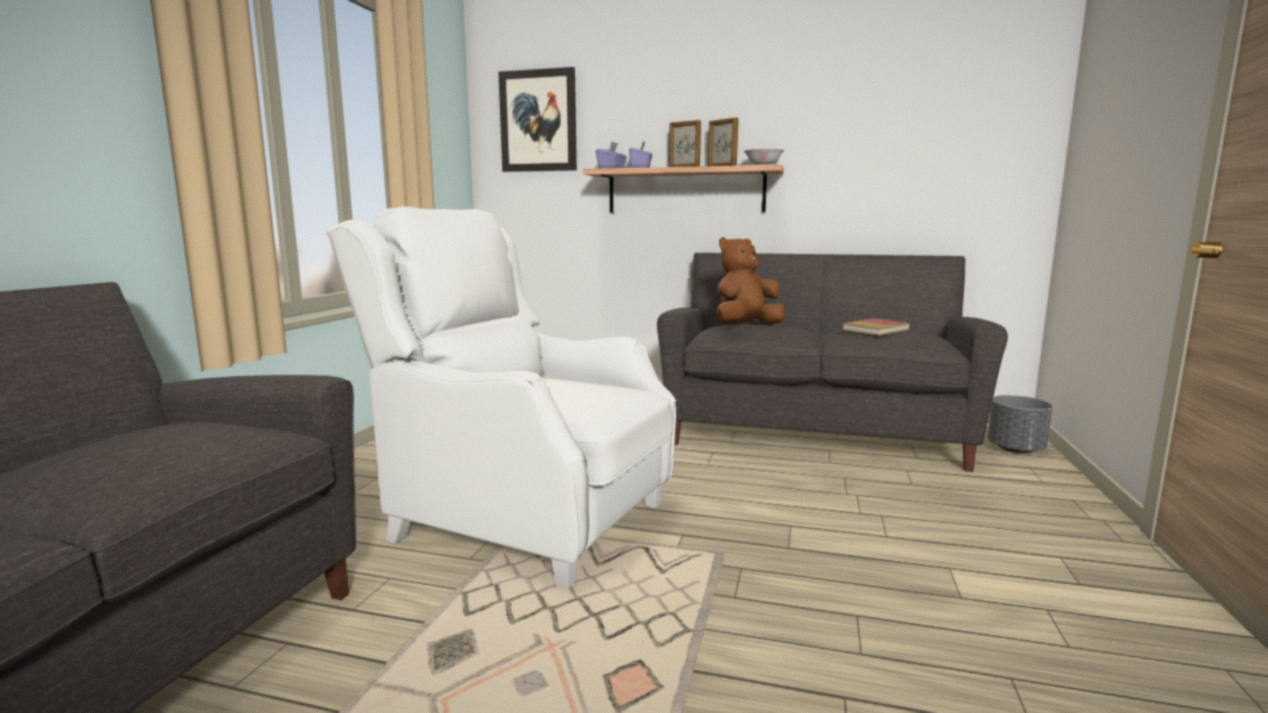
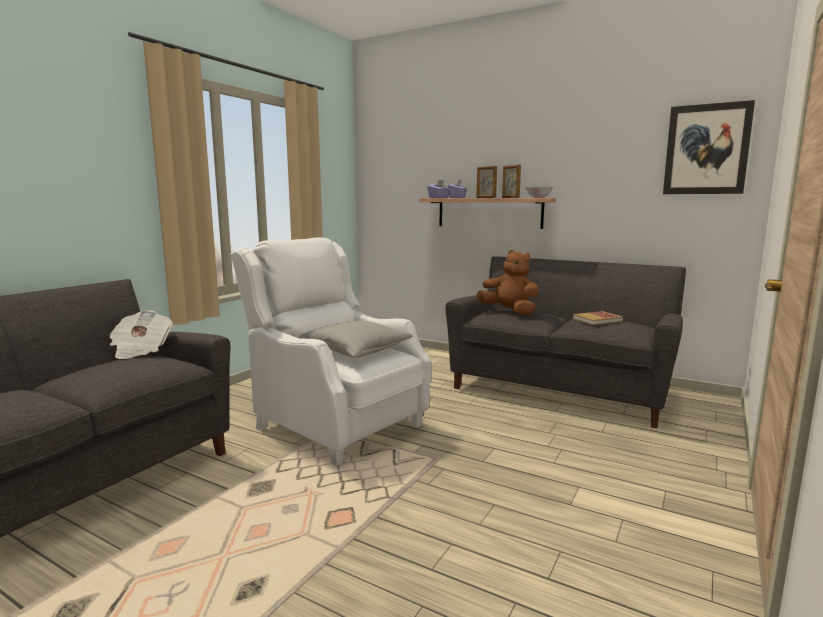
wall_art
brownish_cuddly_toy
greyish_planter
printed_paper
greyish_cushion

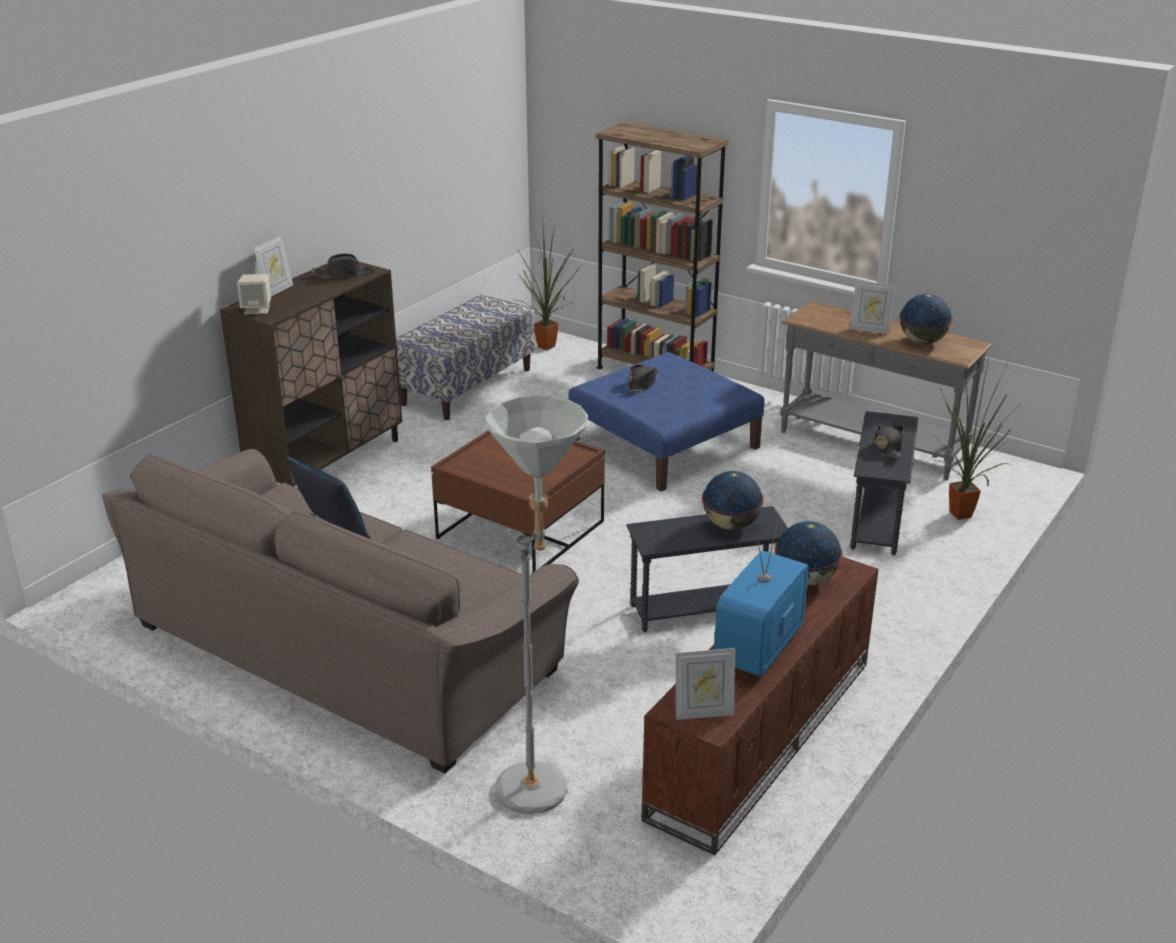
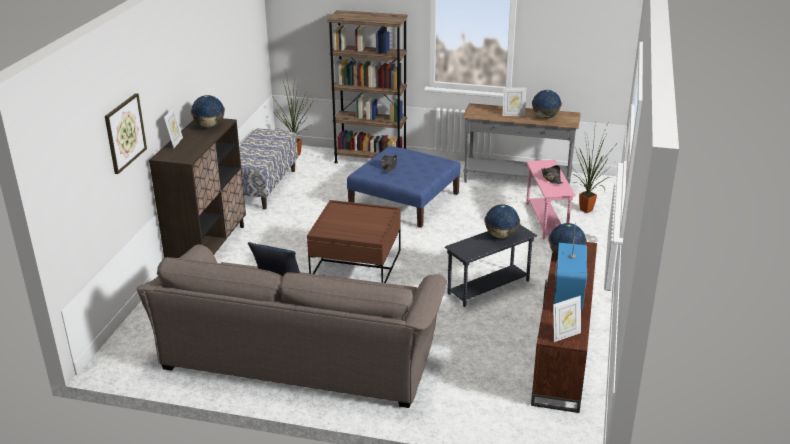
globe (1st from left)
beige_audio_speaker
greyish_floor_lamp
pinkish_side_table
wall_art

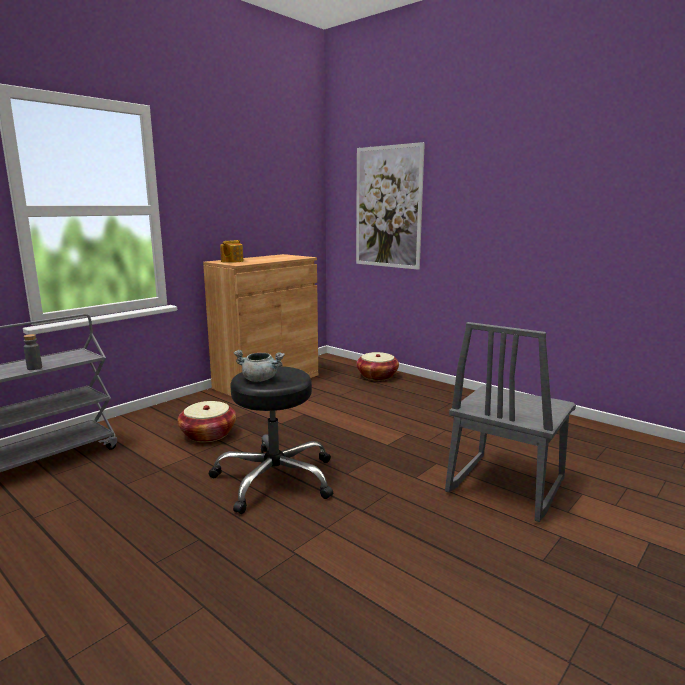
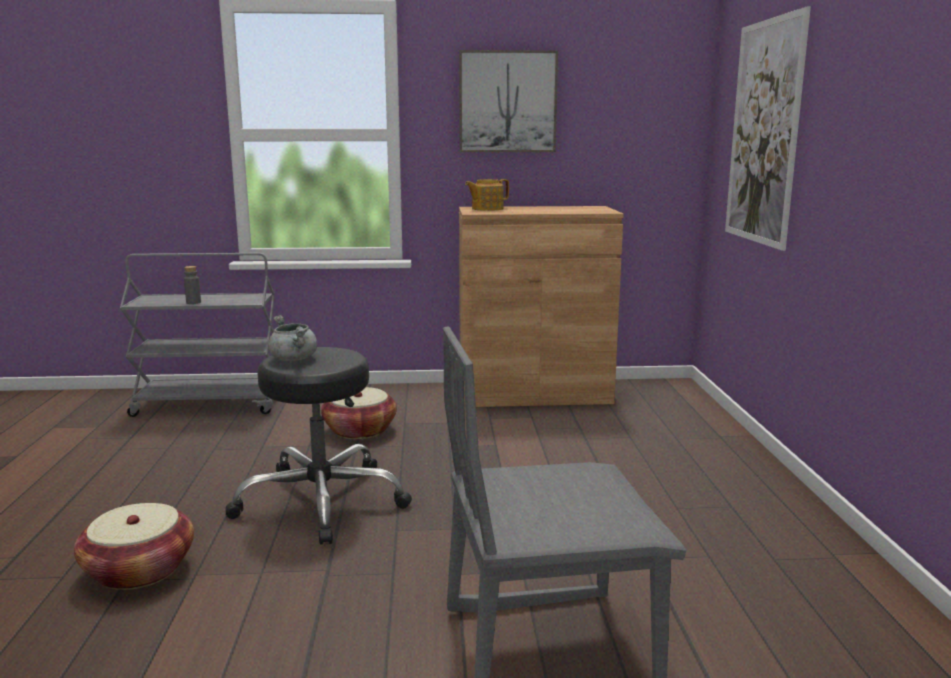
basket (1st from left)
wall_art (1st from left)

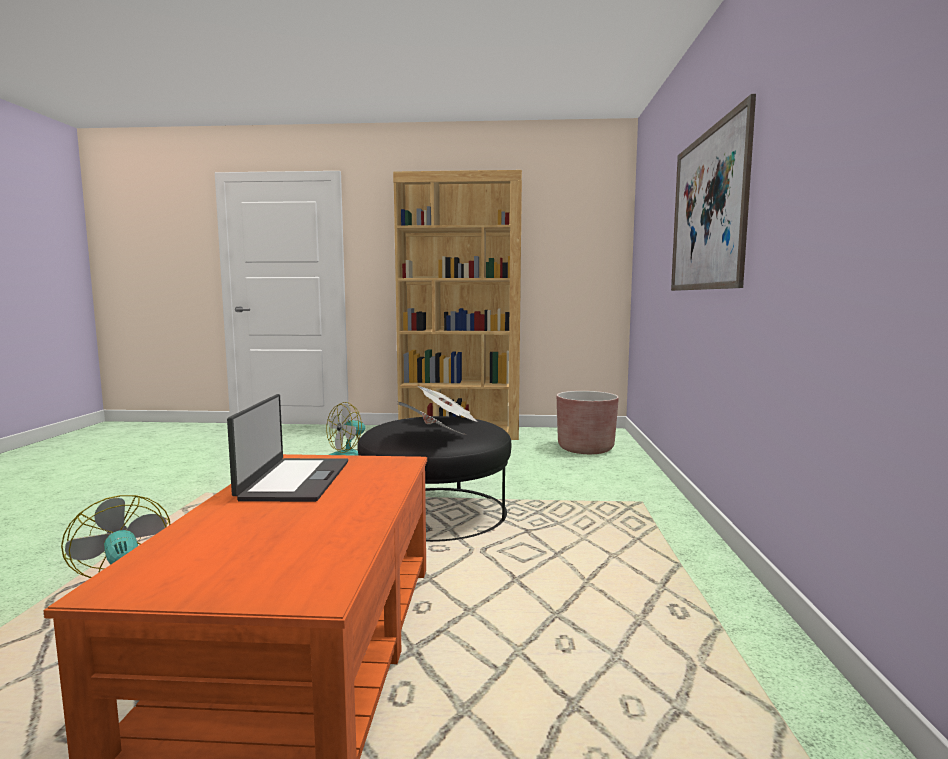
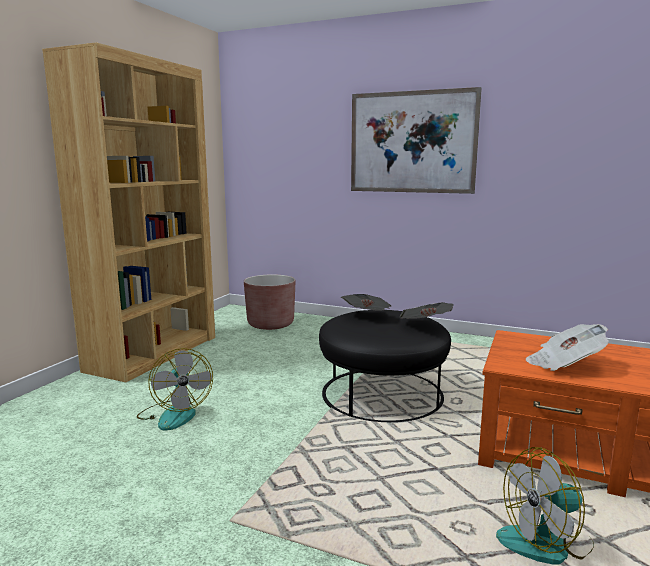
printed_paper (3rd from left)

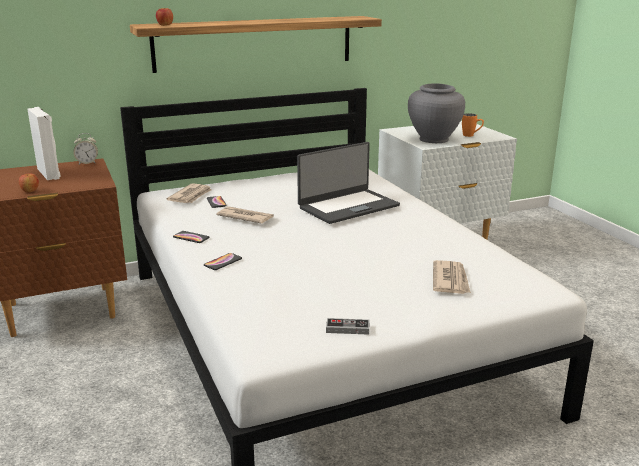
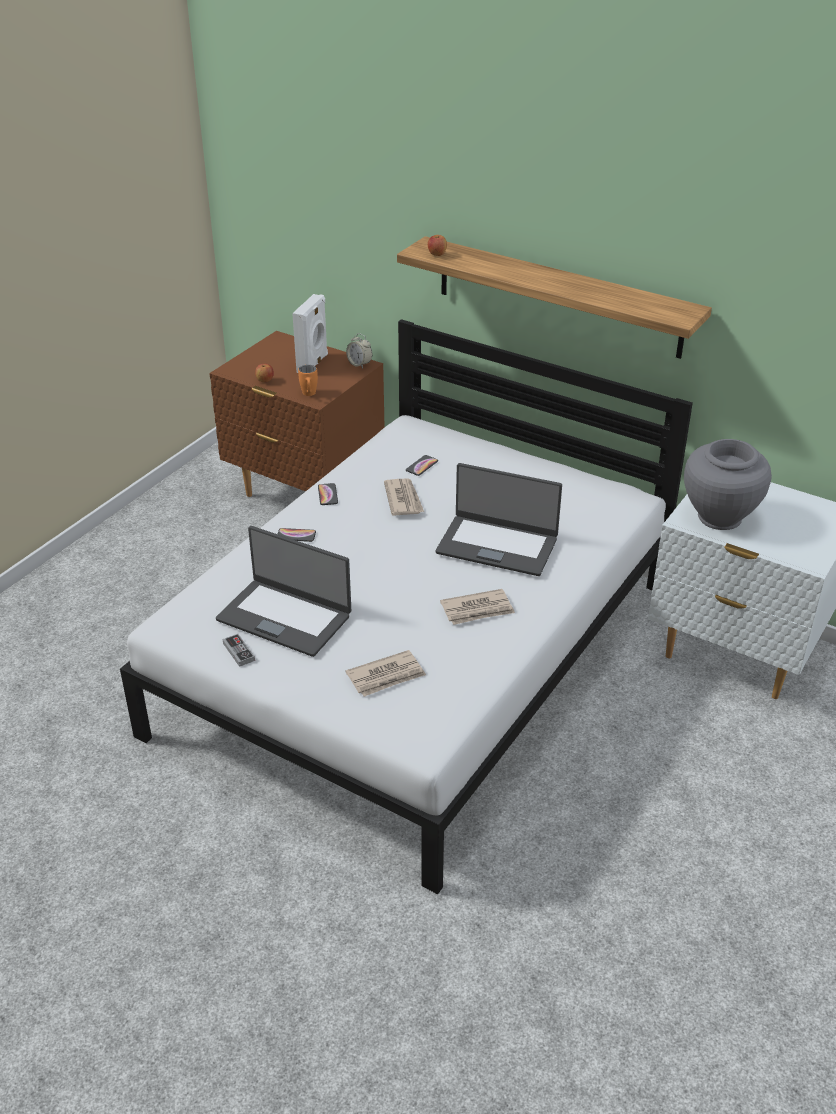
orange_mug
printed_paper (3rd from left)
portable_computer (1st from left)

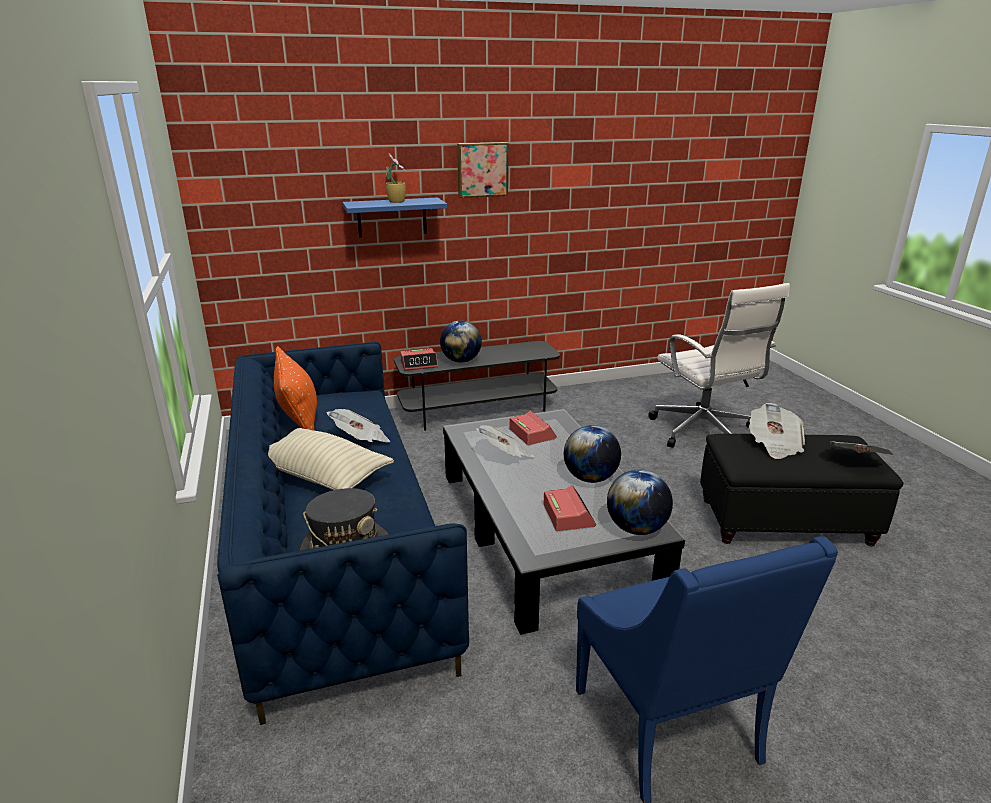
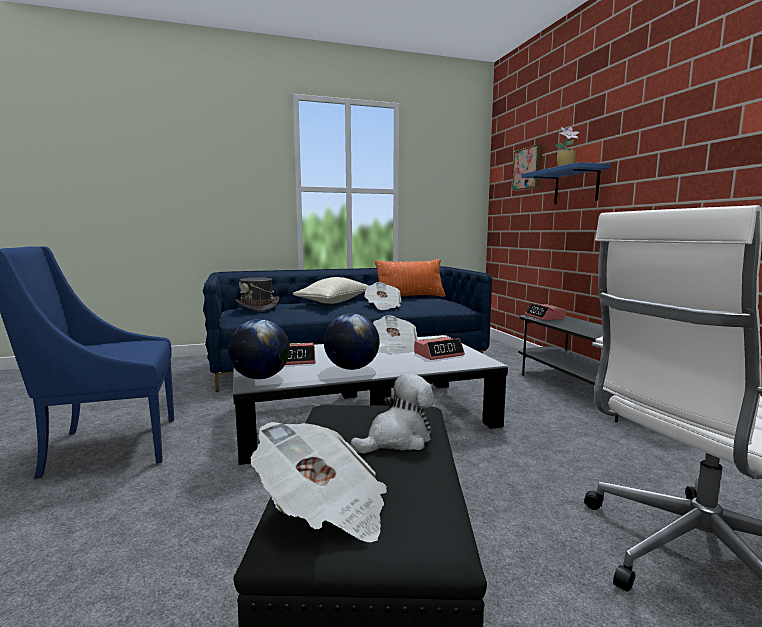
wall_art
globe (1st from left in the first image)
cuddly_toy

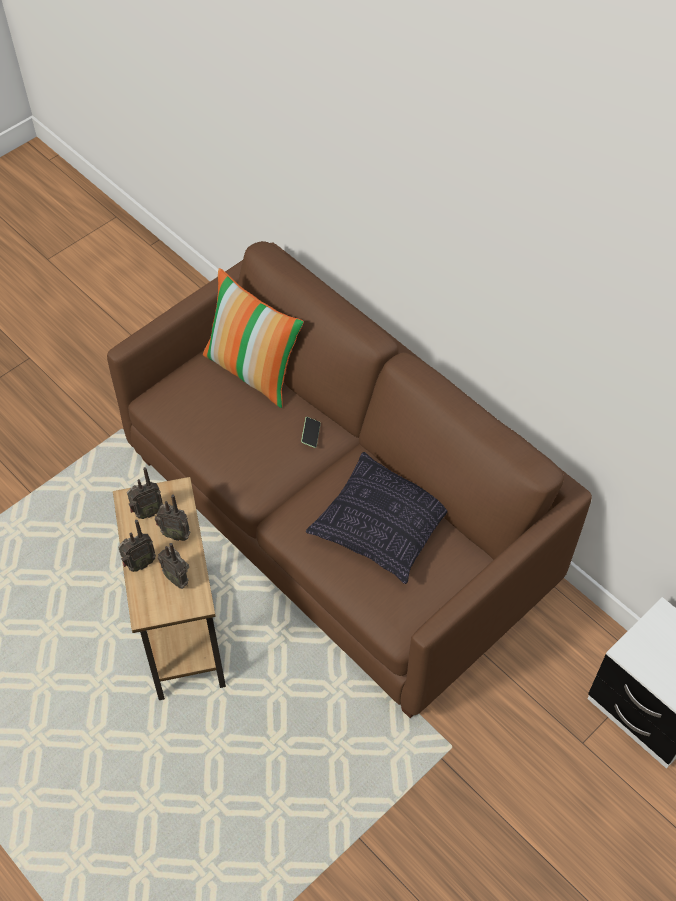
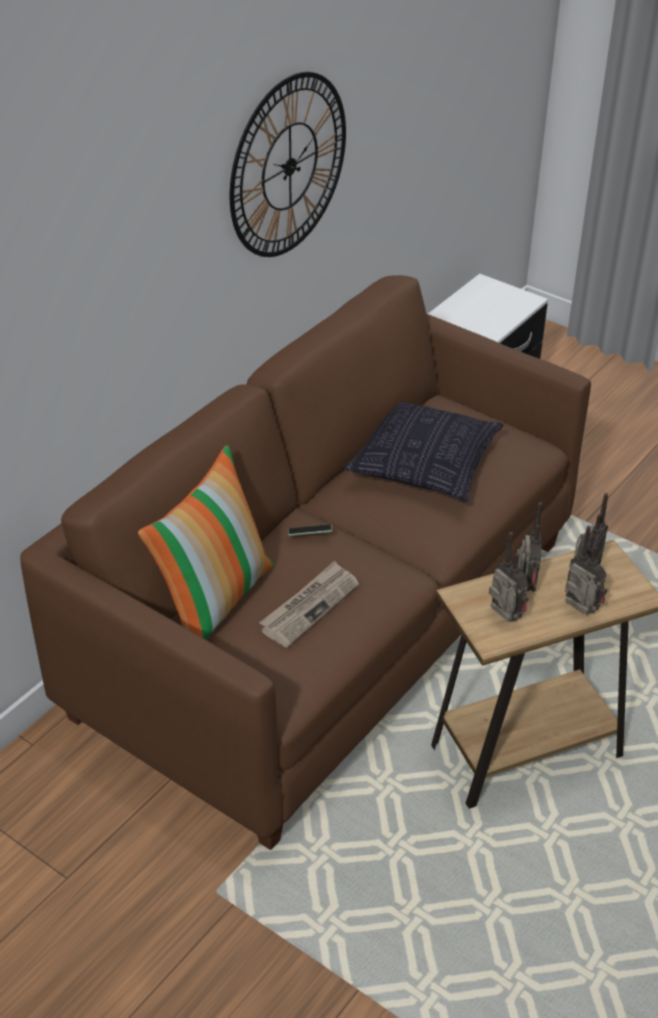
hanging_clock
printed_paper

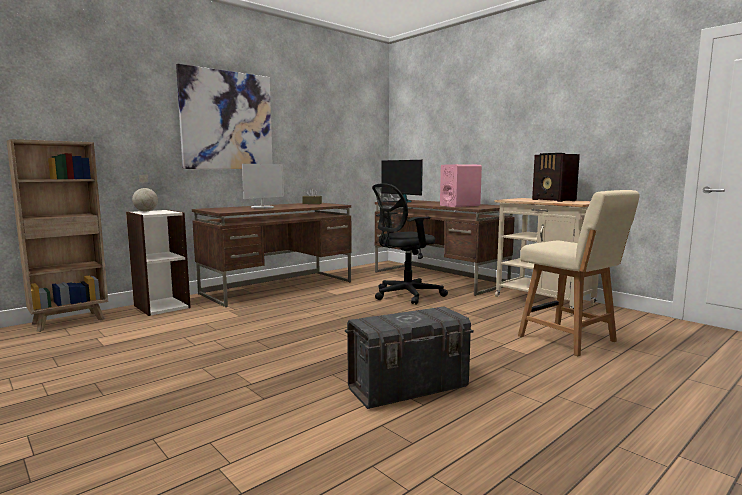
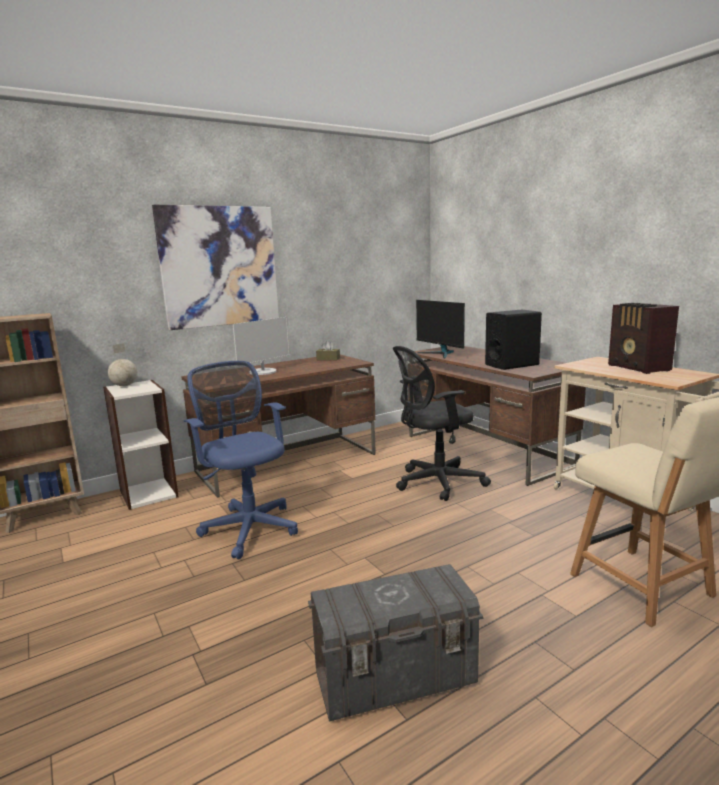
blackish_audio_speaker
blue_office_chair

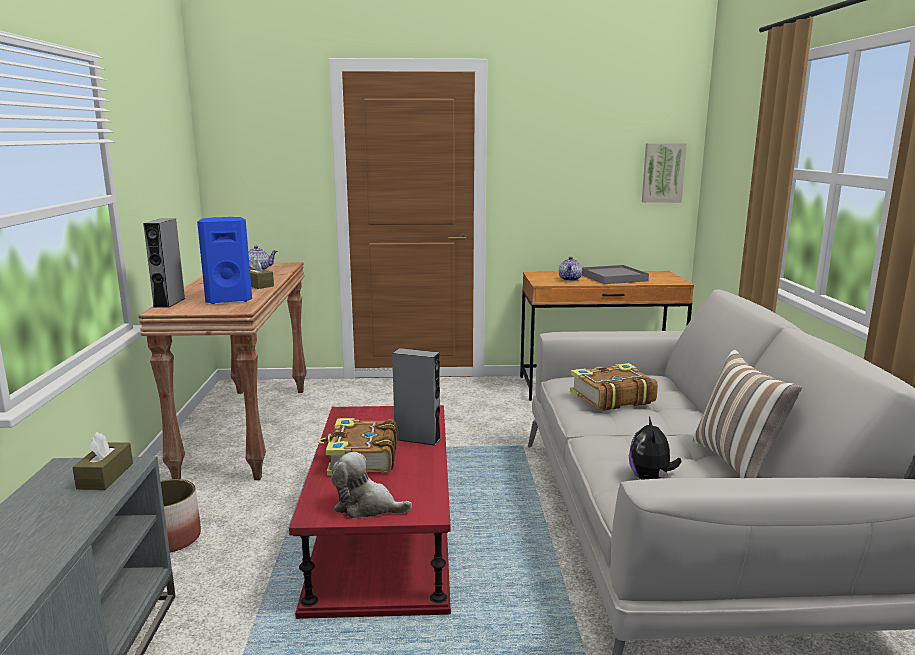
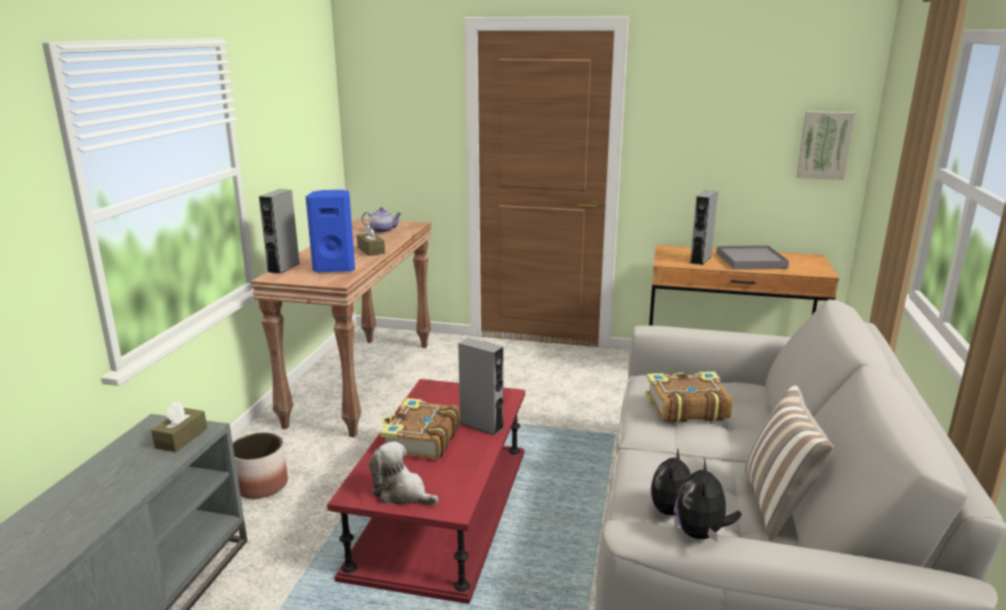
greyish_audio_speaker (3rd from left)
cuddly_toy (3rd from left)

